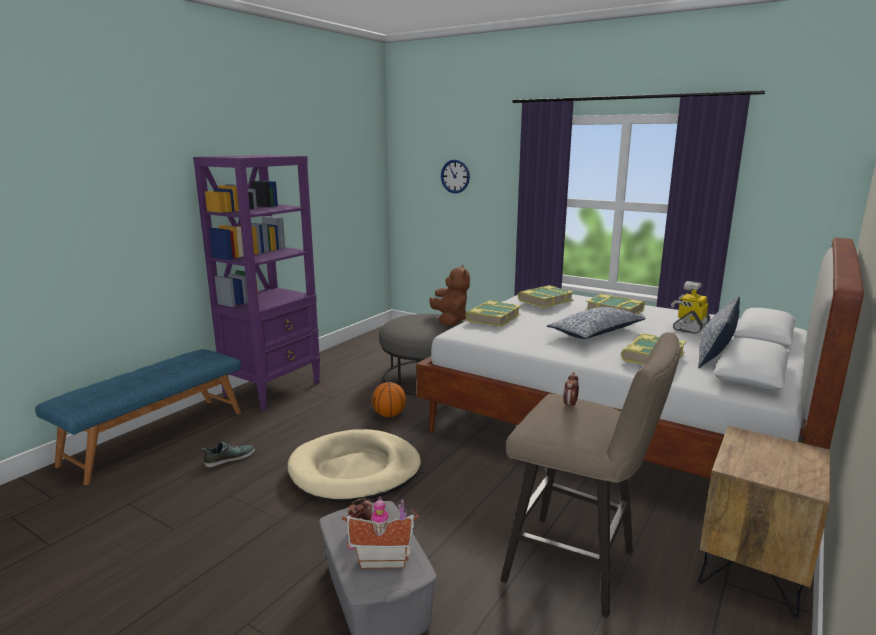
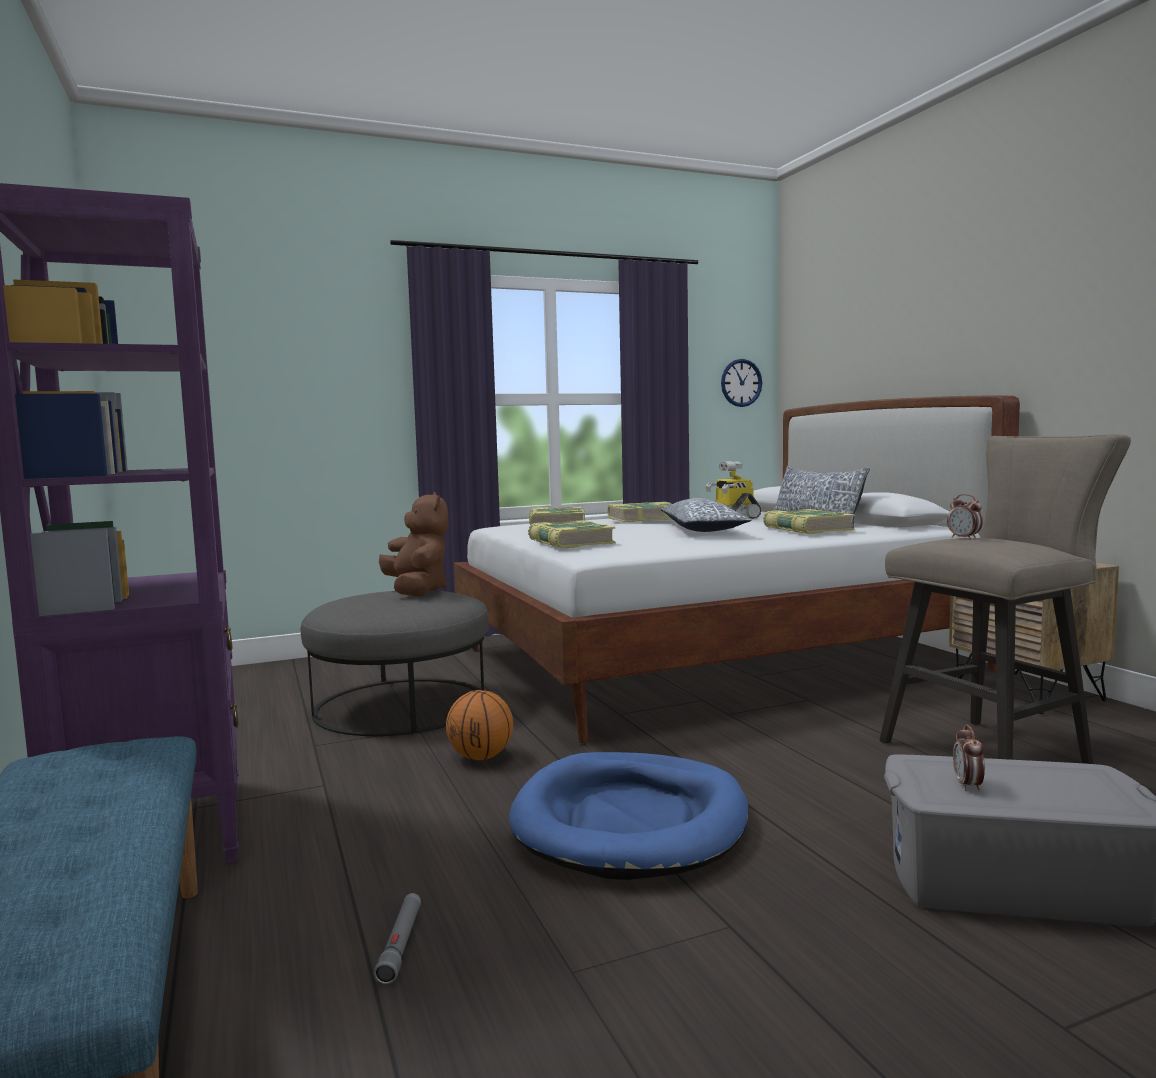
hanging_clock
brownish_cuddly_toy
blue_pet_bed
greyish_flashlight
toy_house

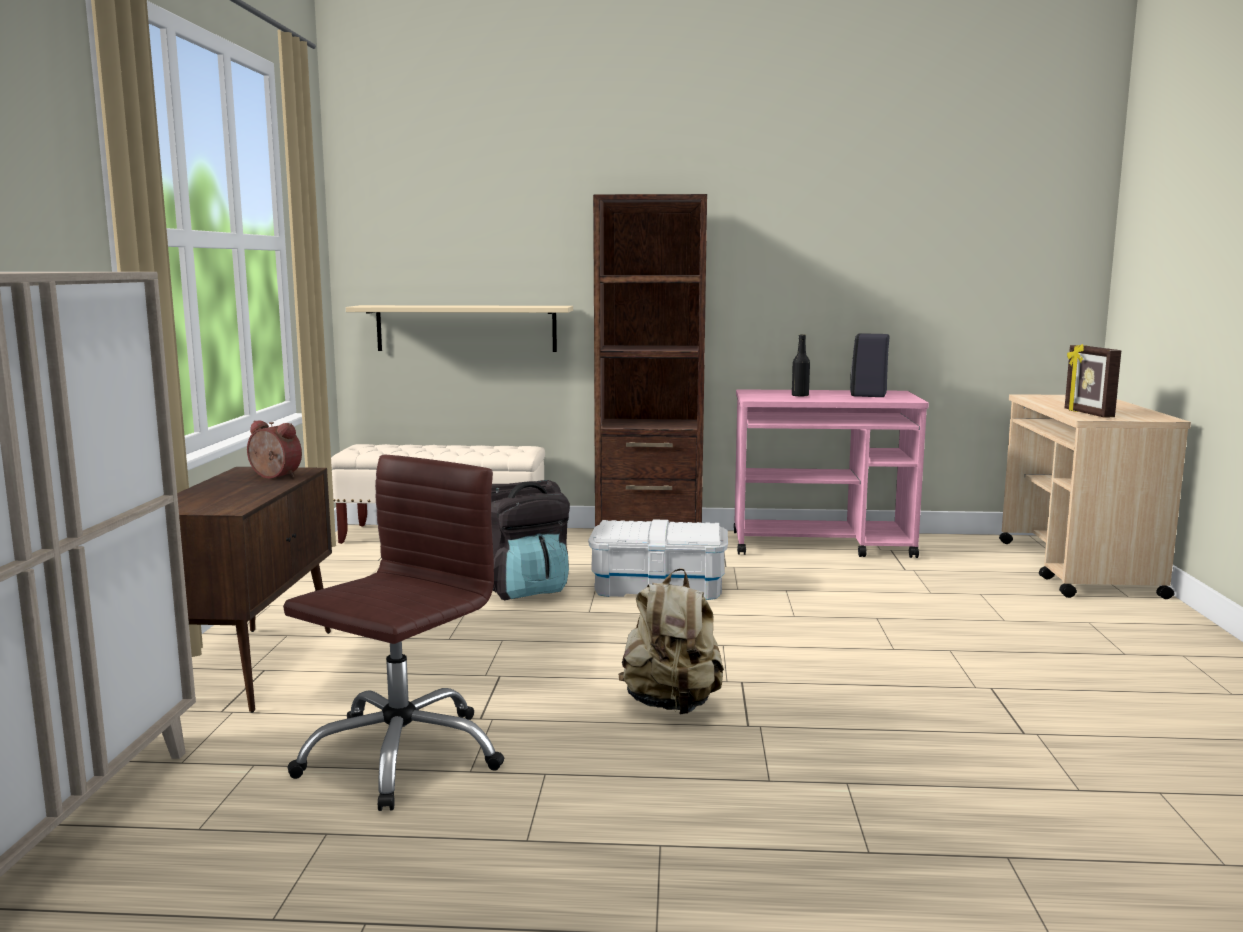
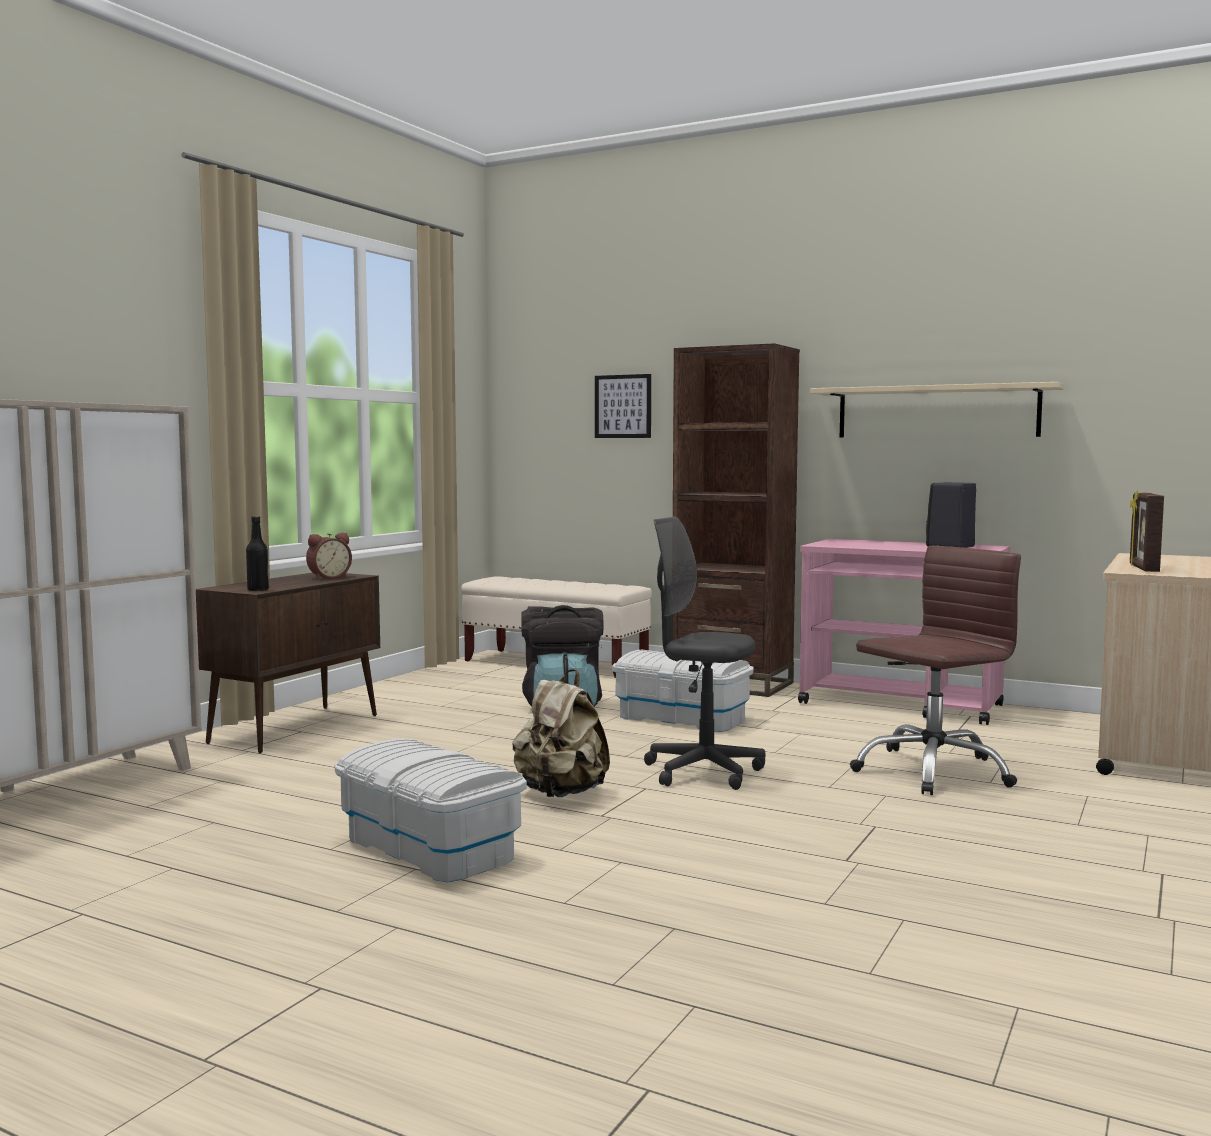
beige_bracket_shelf
blackish_bottle
alarm_clock
brownish_office_chair
wall_art
greyish_office_chair
whitish_storage_container (1st from left)

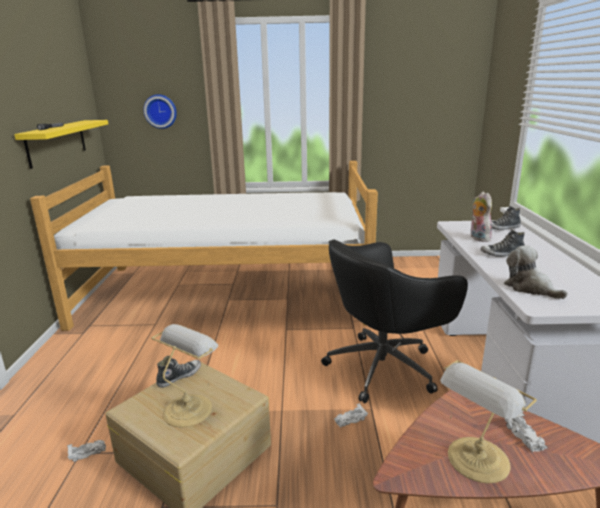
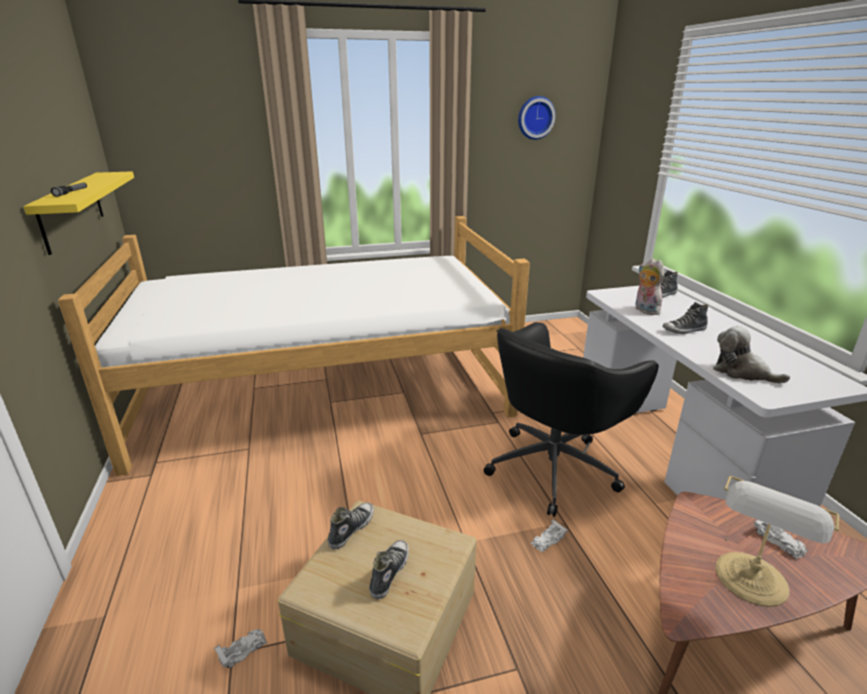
hanging_clock
low_shoe (2nd from left)

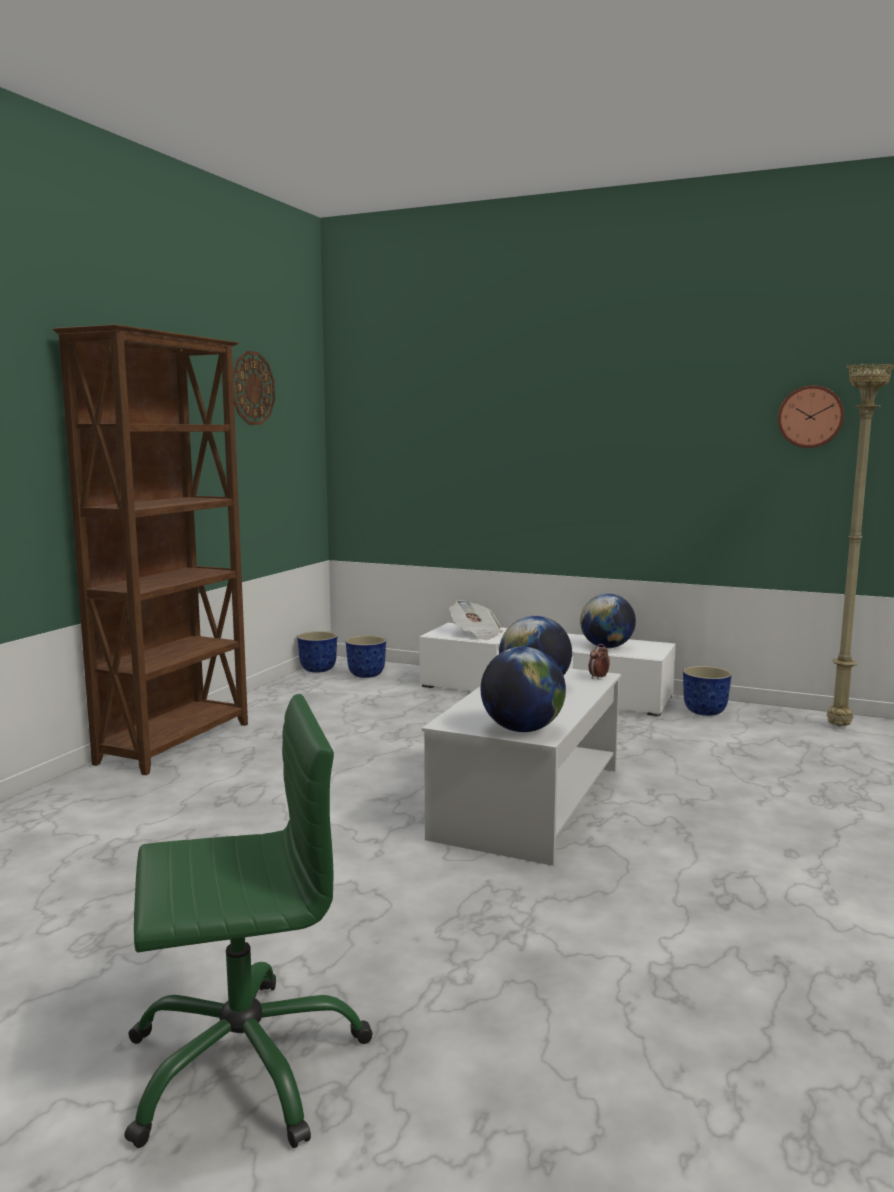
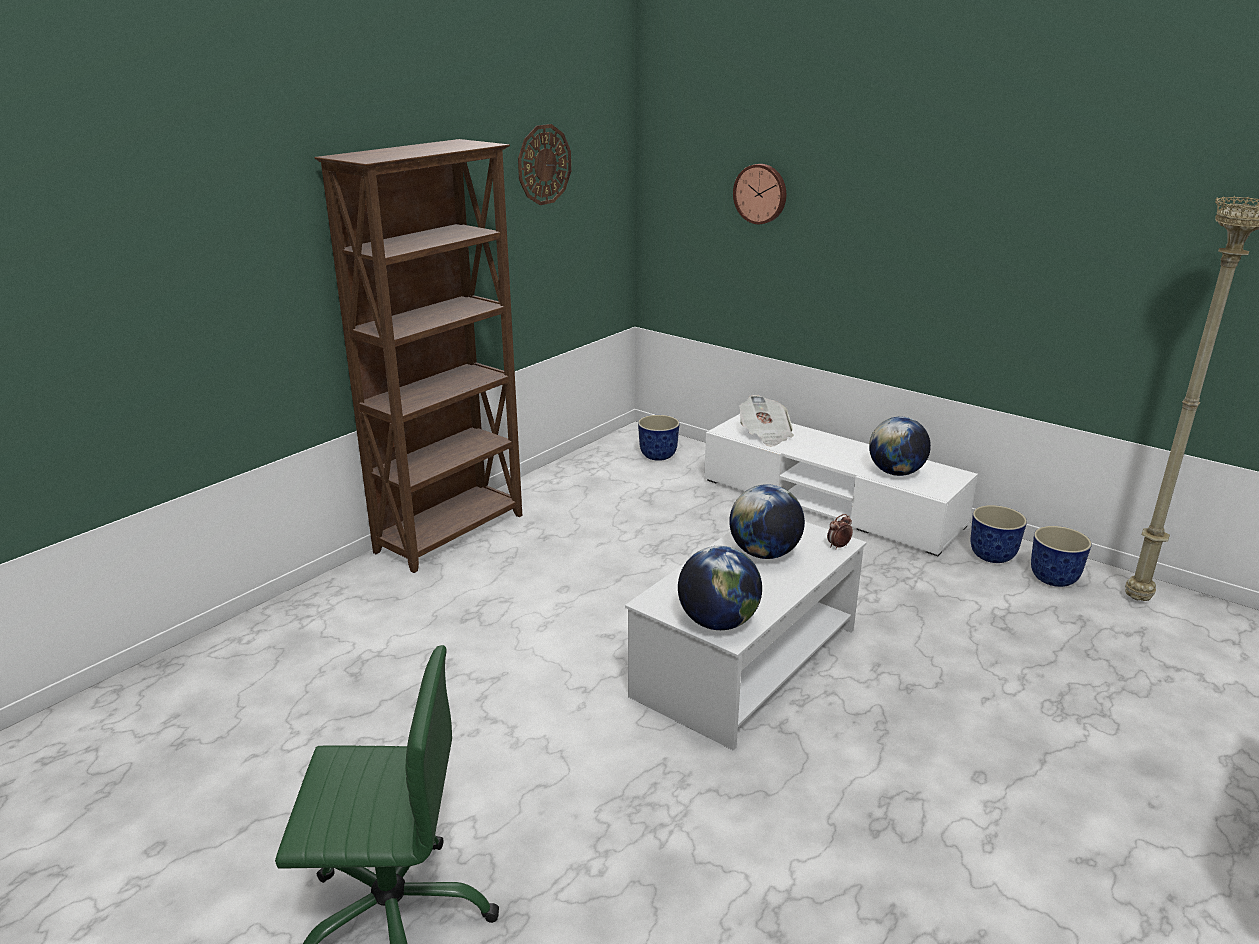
hanging_clock (2nd from left)
planter (3rd from left)

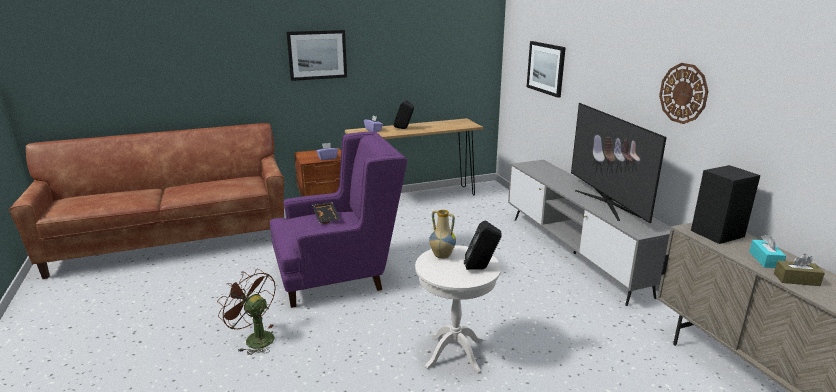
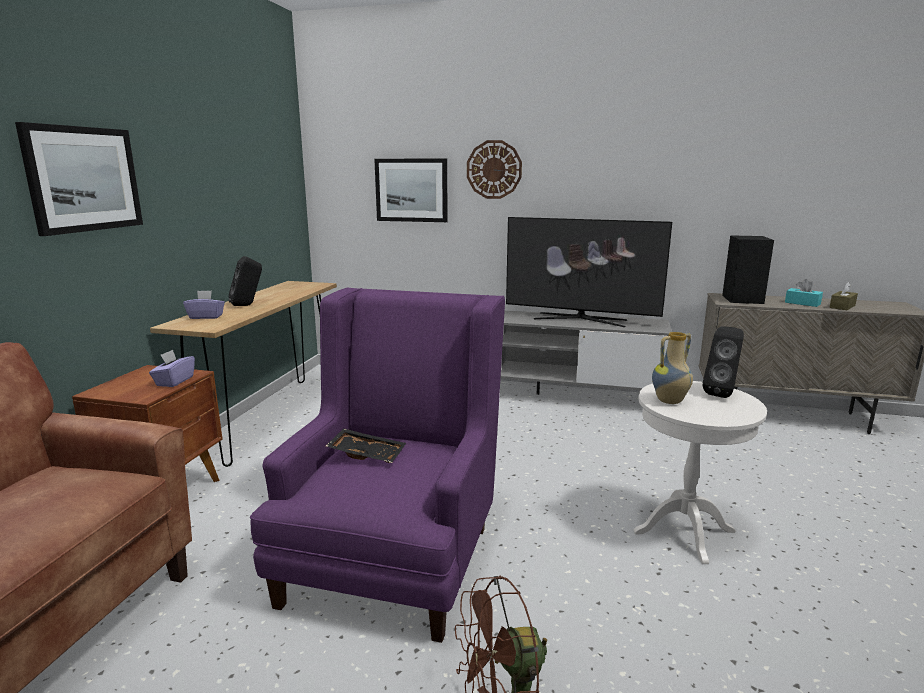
hanging_clock

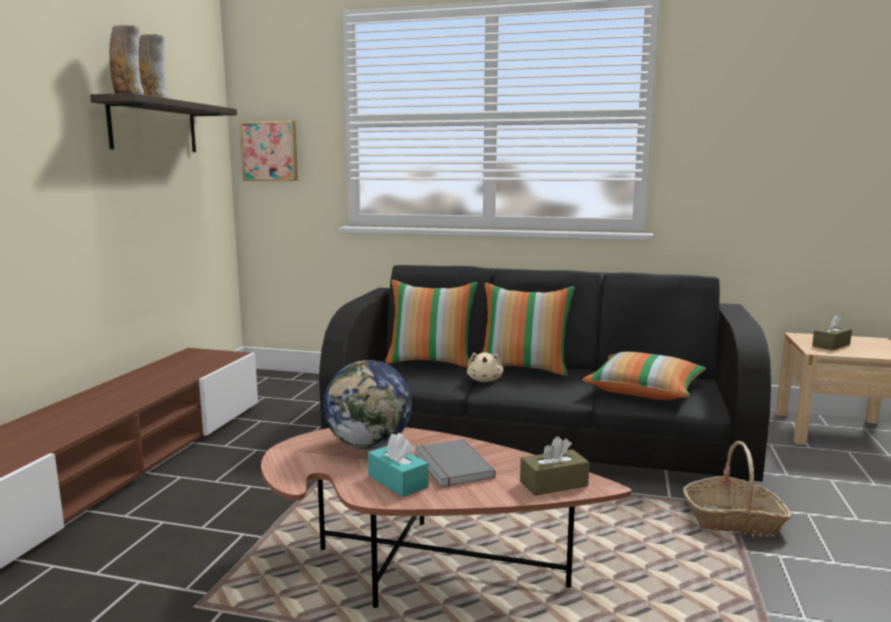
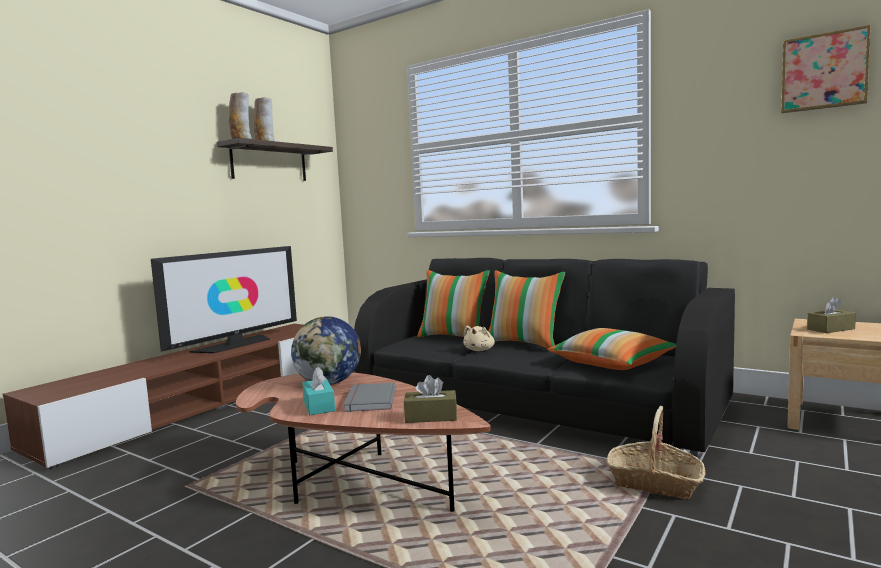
wall_art
TV

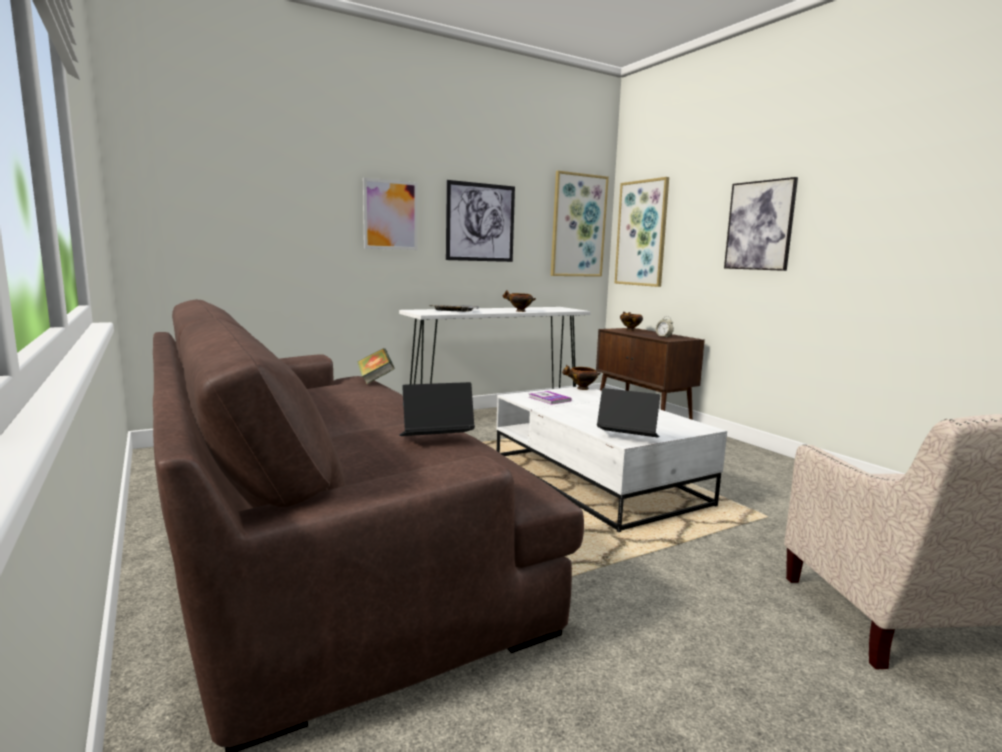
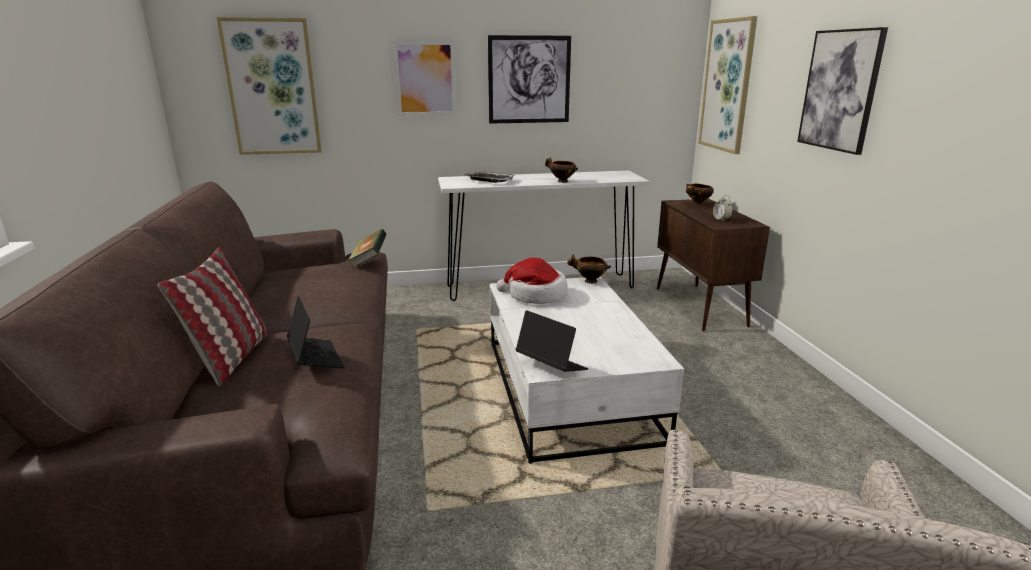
wall_art (1st from left)
portable_computer (1st from left)
wearable_hat
cushion

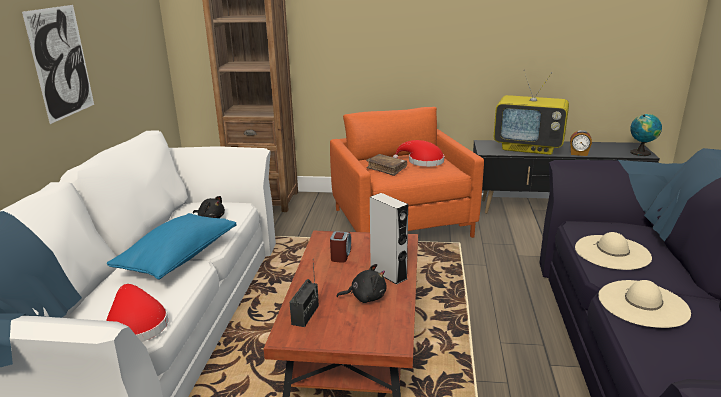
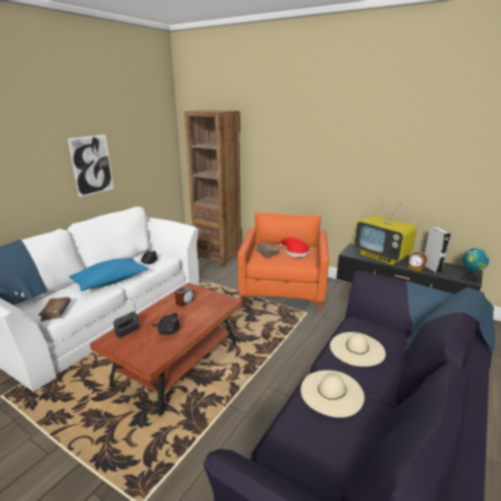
greyish_audio_speaker
brownish_volume (1st from left)

